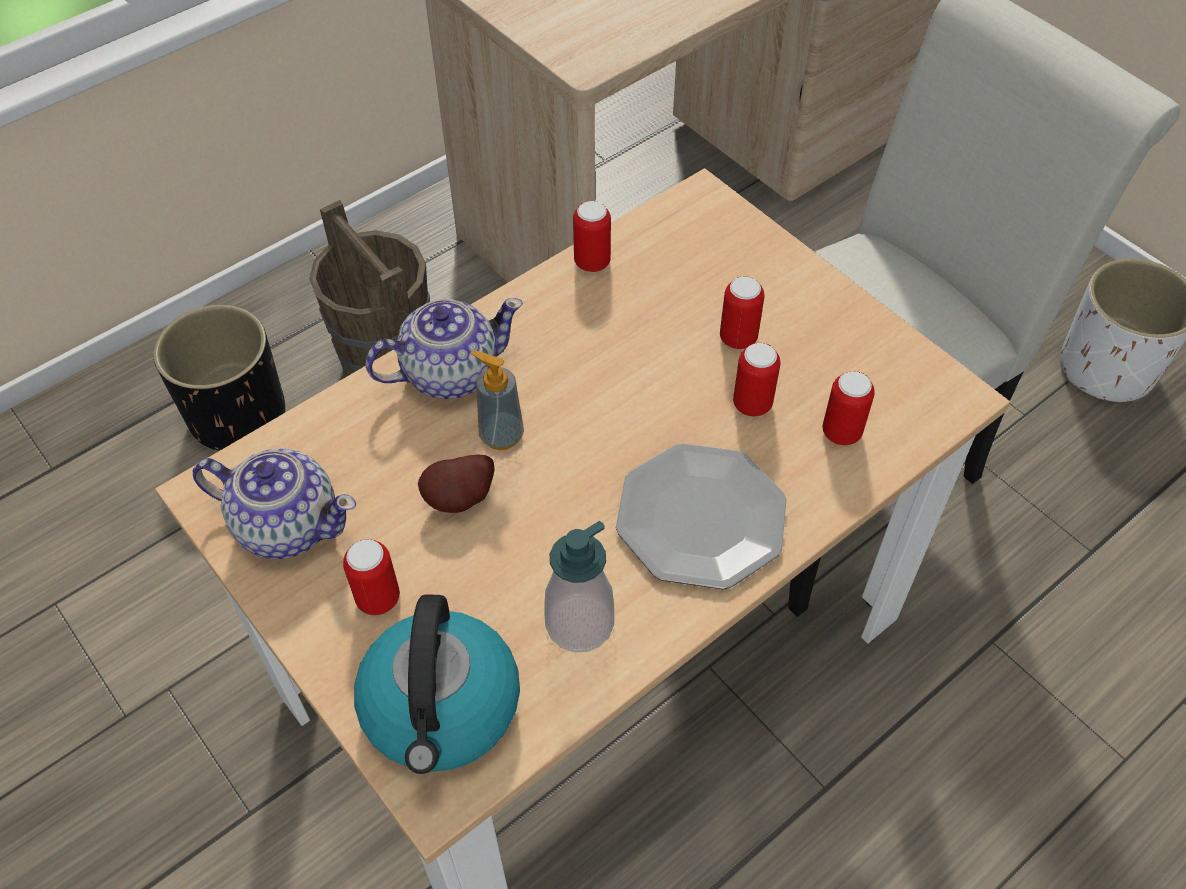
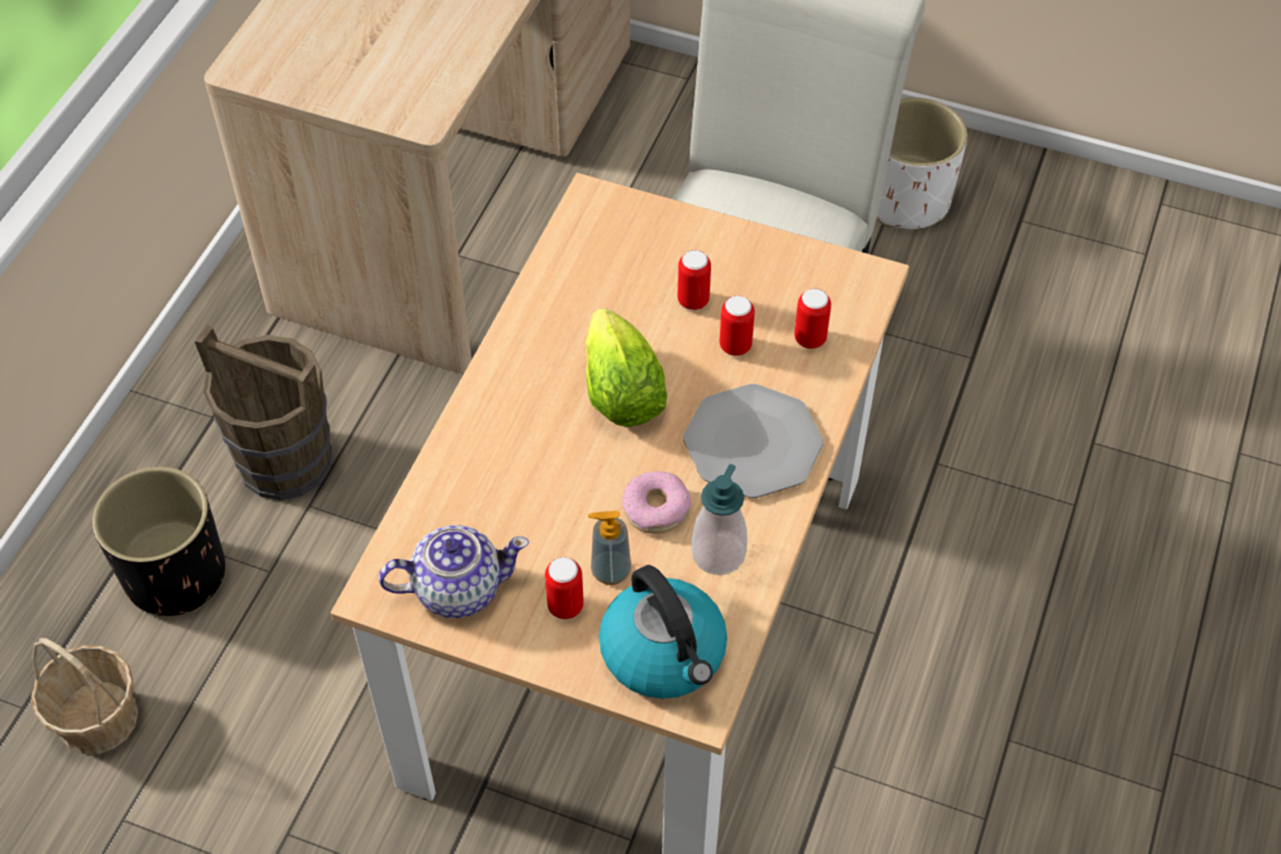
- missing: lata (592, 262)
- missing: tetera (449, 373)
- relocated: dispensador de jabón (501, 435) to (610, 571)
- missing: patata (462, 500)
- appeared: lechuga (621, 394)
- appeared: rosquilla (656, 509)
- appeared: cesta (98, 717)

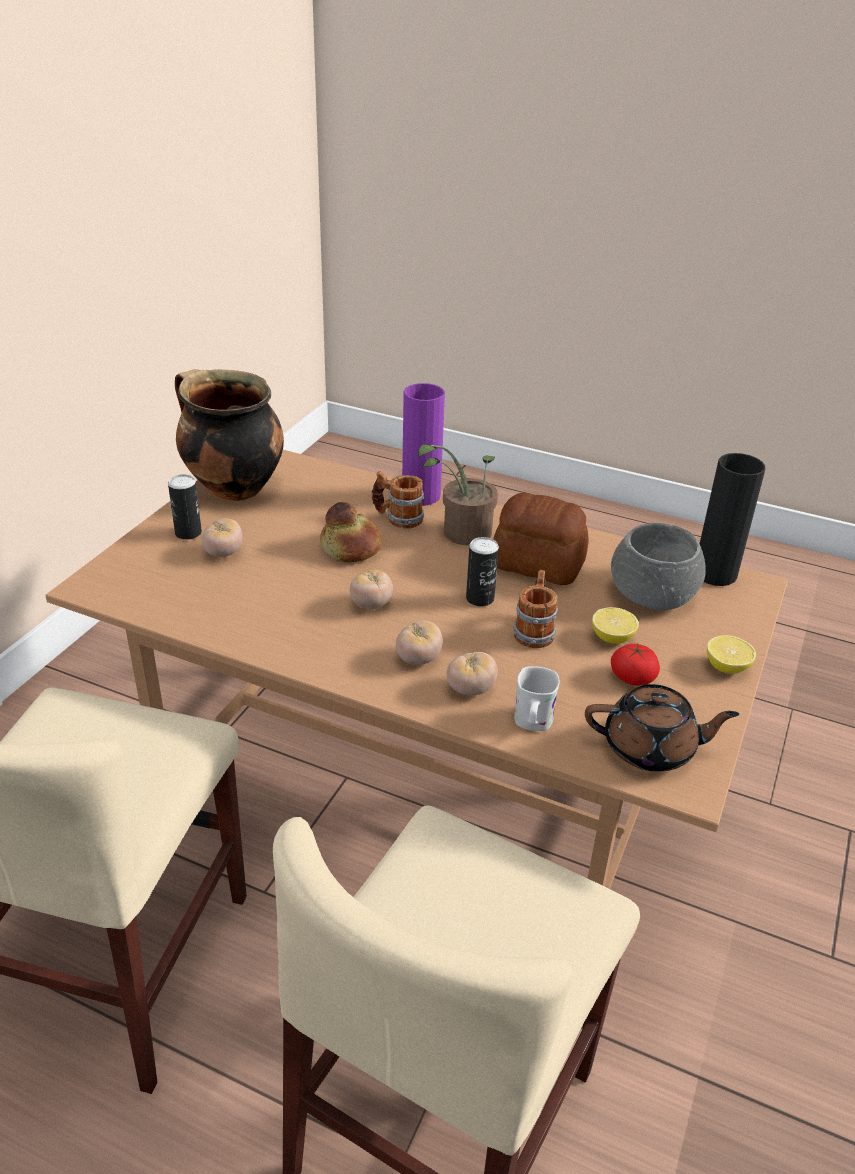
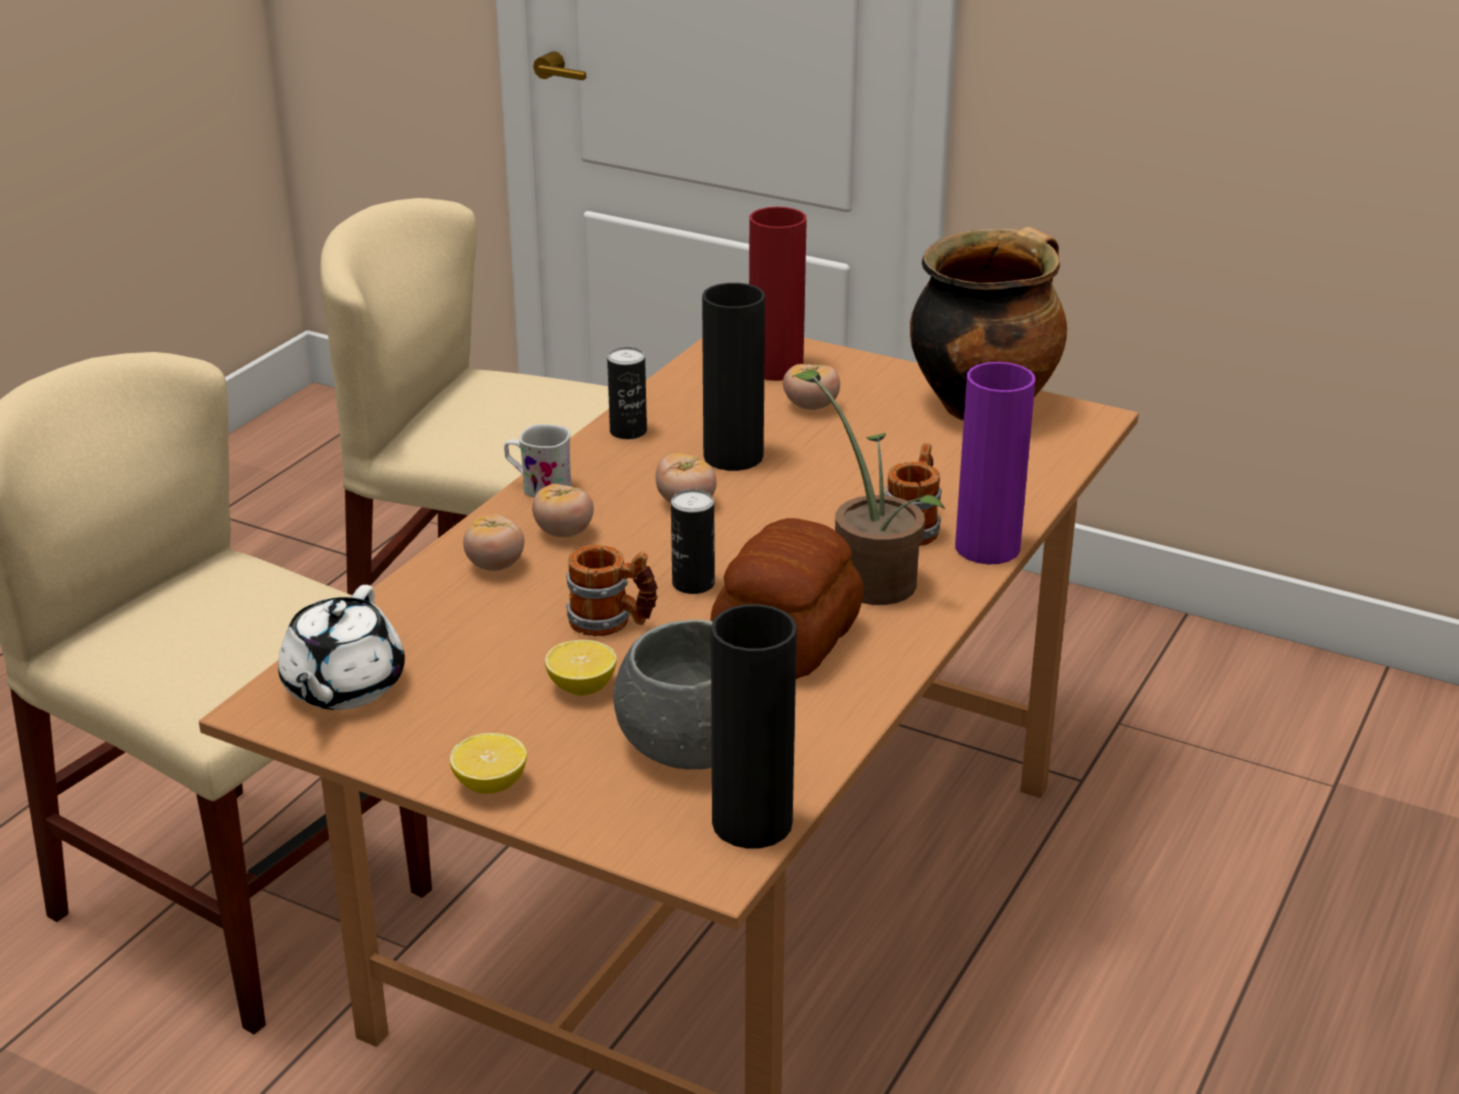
- relocated: lata (188, 533) to (628, 431)
- missing: pan (351, 547)
- missing: tomate (632, 677)
- relocated: taza grande (blanco) (532, 723) to (538, 487)
- colour: tetera (marrón) (651, 748) to tetera (blanco) (342, 687)
- appeared: florero (rojo) (775, 369)
- appeared: florero (negro) (733, 457)

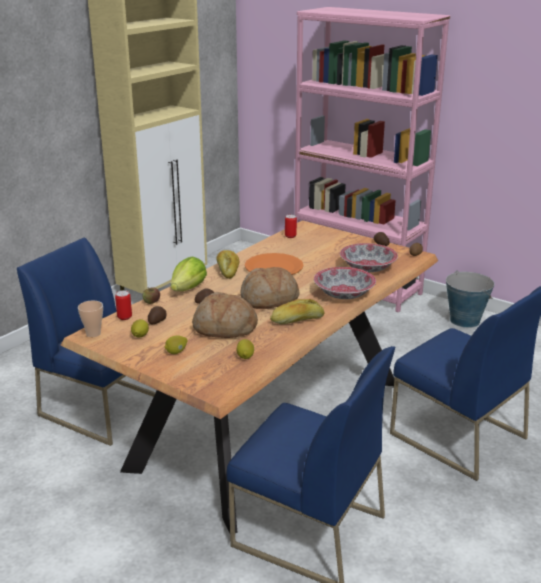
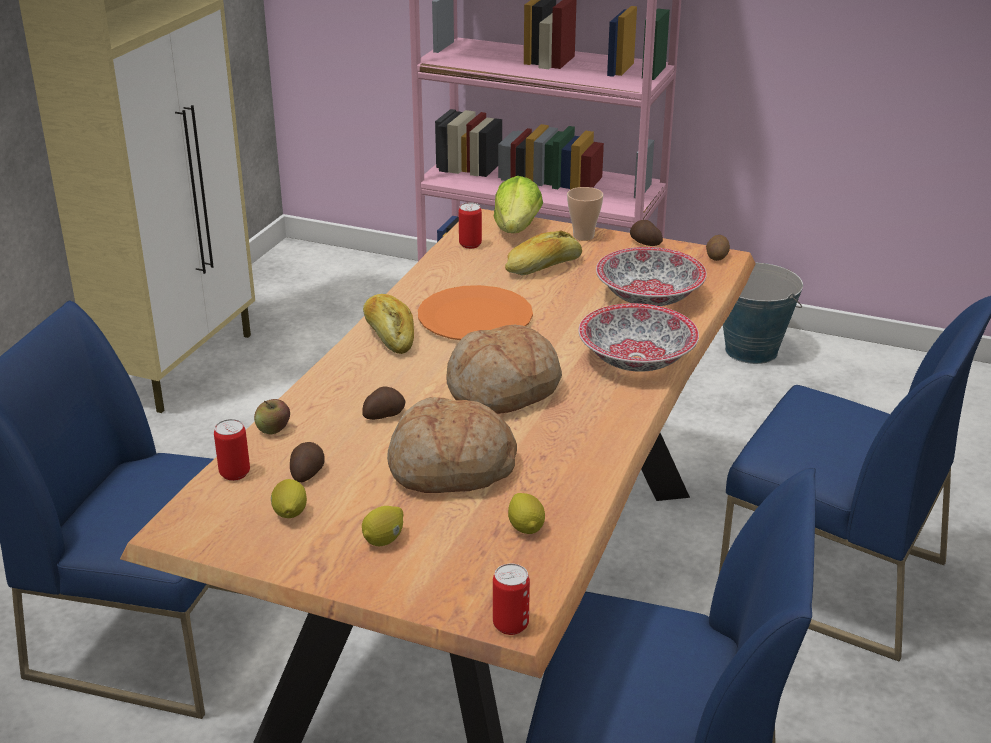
- relocated: lechuga (188, 289) to (516, 229)
- relocated: pan (297, 320) to (543, 267)
- relocated: taza (93, 334) to (583, 236)
- appeared: lata (510, 625)

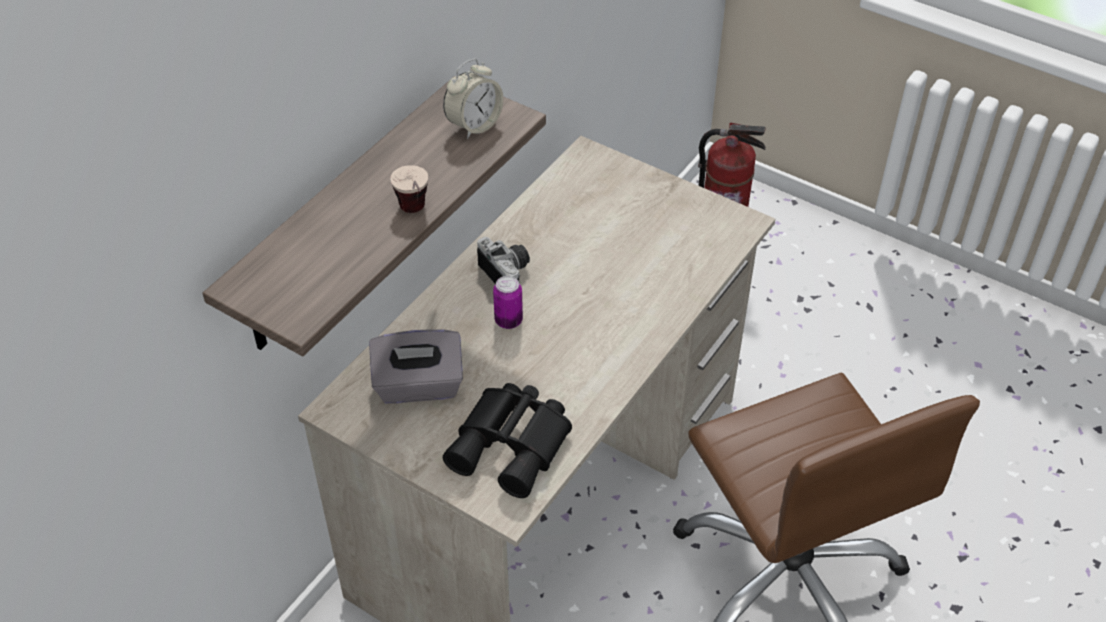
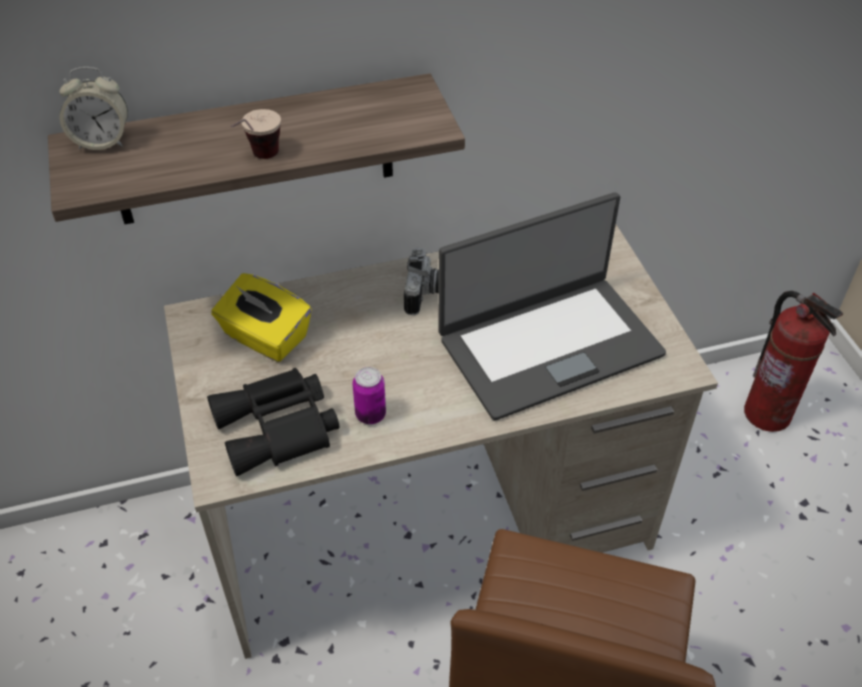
- relocated: despertador (474, 125) to (102, 141)
- relocated: lata (508, 321) to (370, 414)
- colour: caja de pañuelos (gris) (419, 386) to caja de pañuelos (amarillo) (265, 337)
- appeared: portátil (548, 345)

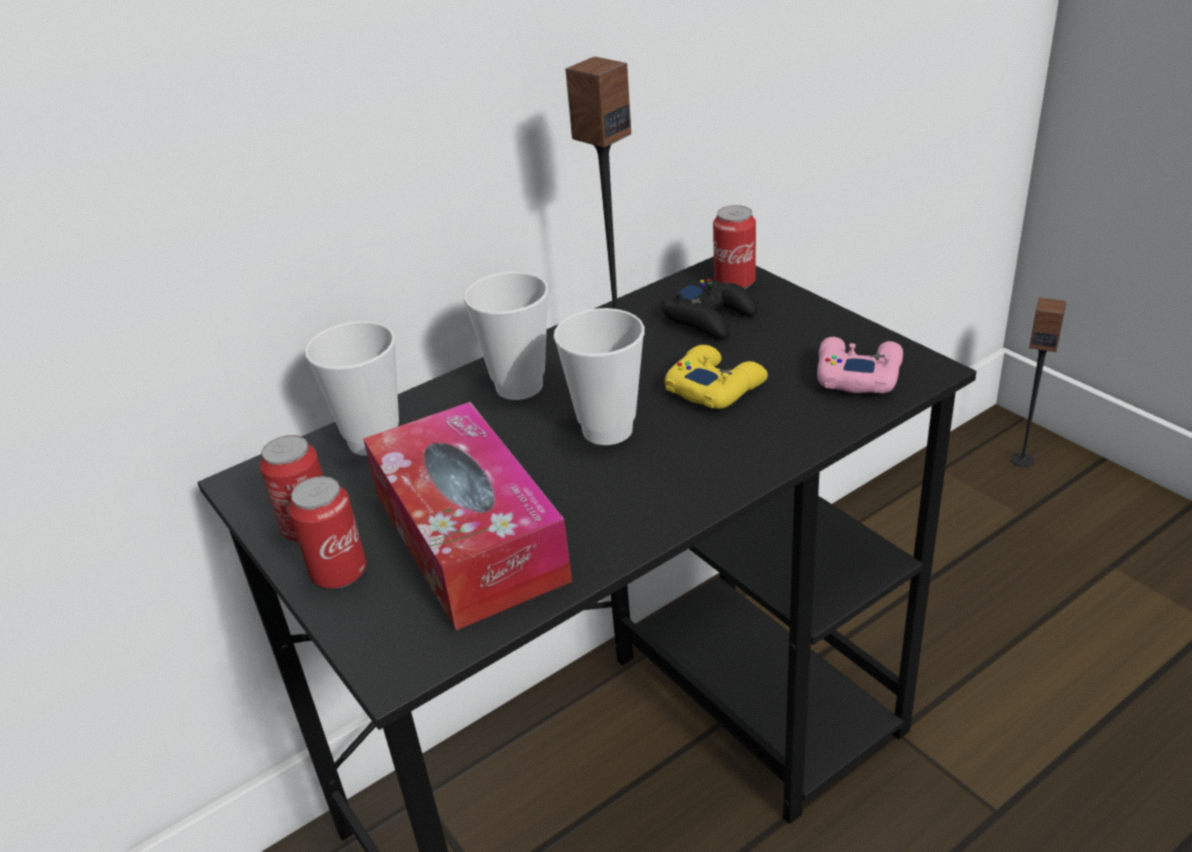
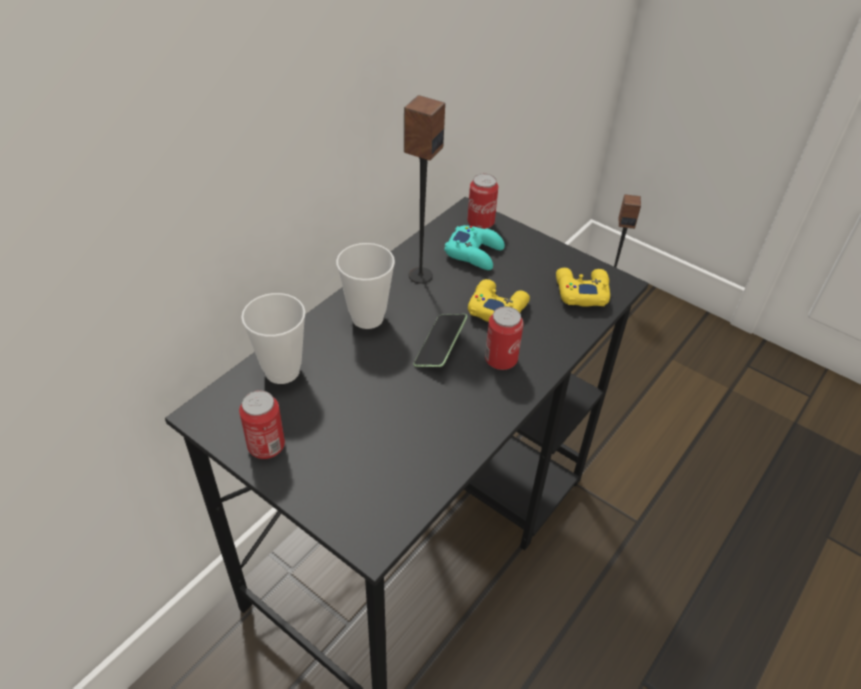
- colour: mando de consola (negro) (710, 318) to mando de consola (turquesa) (475, 253)
- exchanged: taza (607, 430) to móvil (440, 347)
- colour: mando de consola (rosa) (857, 375) to mando de consola (amarillo) (581, 291)
- missing: caja de pañuelos (469, 537)
- relocated: lata (339, 573) to (501, 360)

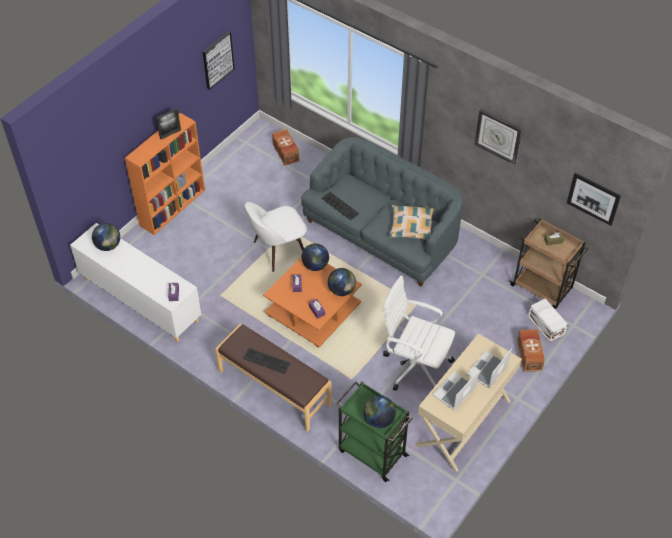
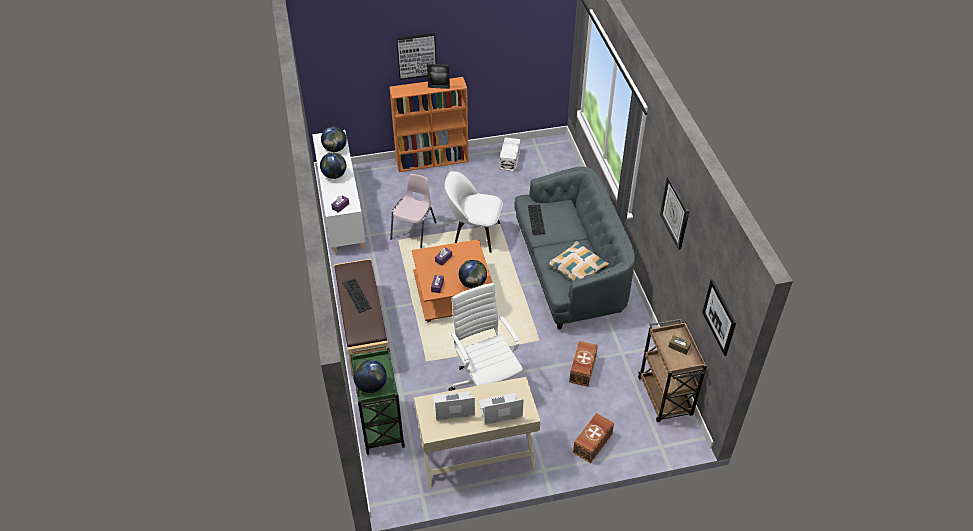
- relocated: cuadro (217, 60) to (416, 55)
- relocated: caja de almacenaje (marrón) (285, 153) to (582, 369)
- relocated: globo terráqueo (315, 265) to (334, 175)
- relocated: caja de almacenaje (blanco) (546, 324) to (510, 160)
- appeared: silla (rosa) (414, 230)

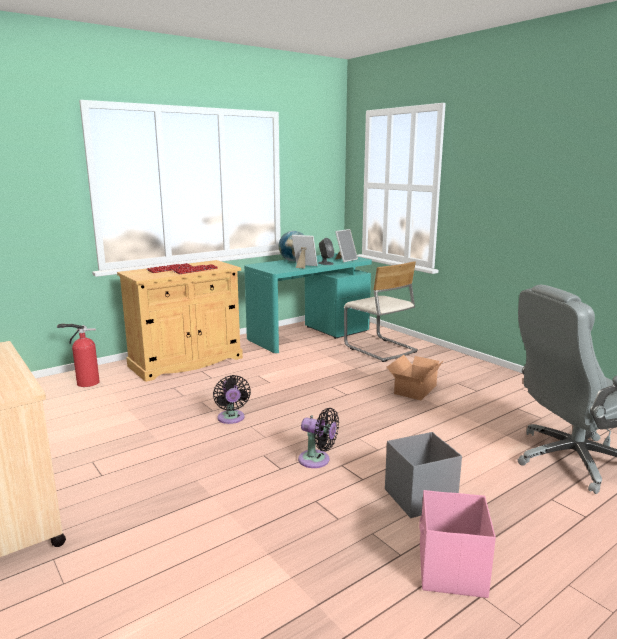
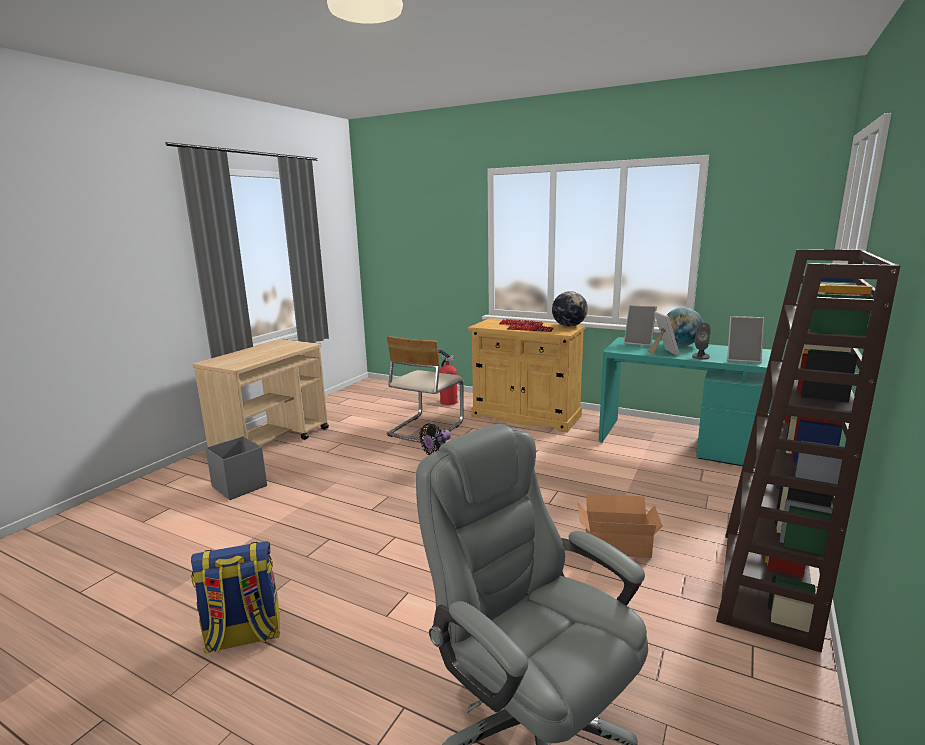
- relocated: silla (beis) (380, 349) to (425, 429)
- missing: ventilador (negro) (317, 460)
- relocated: caja de almacenaje (gris) (419, 498) to (239, 486)
- exchanged: caja de almacenaje (rosa) (451, 571) to mochila (243, 636)
- appeared: estantería (marrón) (768, 586)
- appeared: globo terráqueo (568, 326)
- appeared: portarretratos (639, 343)

